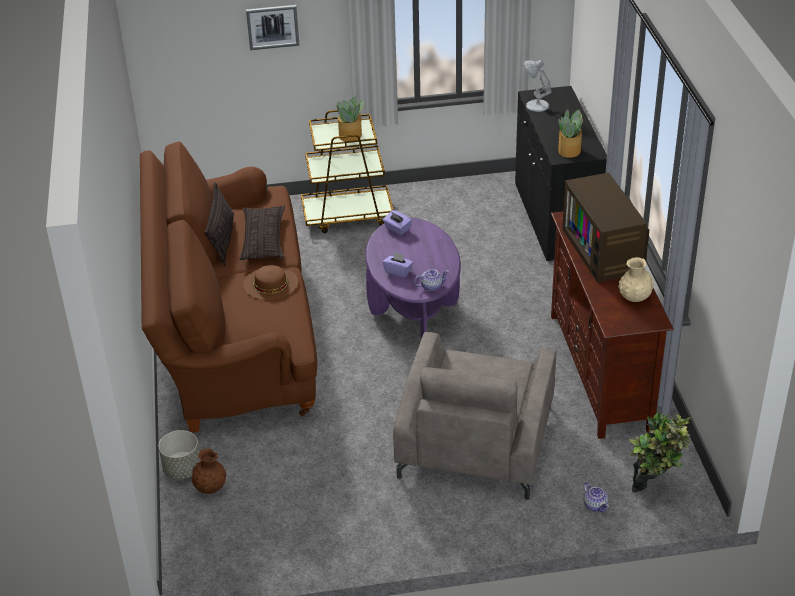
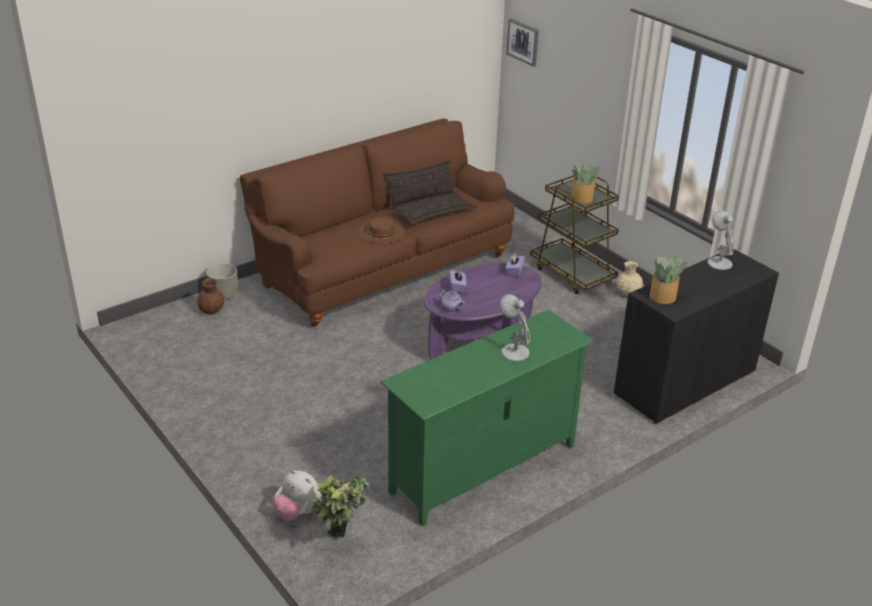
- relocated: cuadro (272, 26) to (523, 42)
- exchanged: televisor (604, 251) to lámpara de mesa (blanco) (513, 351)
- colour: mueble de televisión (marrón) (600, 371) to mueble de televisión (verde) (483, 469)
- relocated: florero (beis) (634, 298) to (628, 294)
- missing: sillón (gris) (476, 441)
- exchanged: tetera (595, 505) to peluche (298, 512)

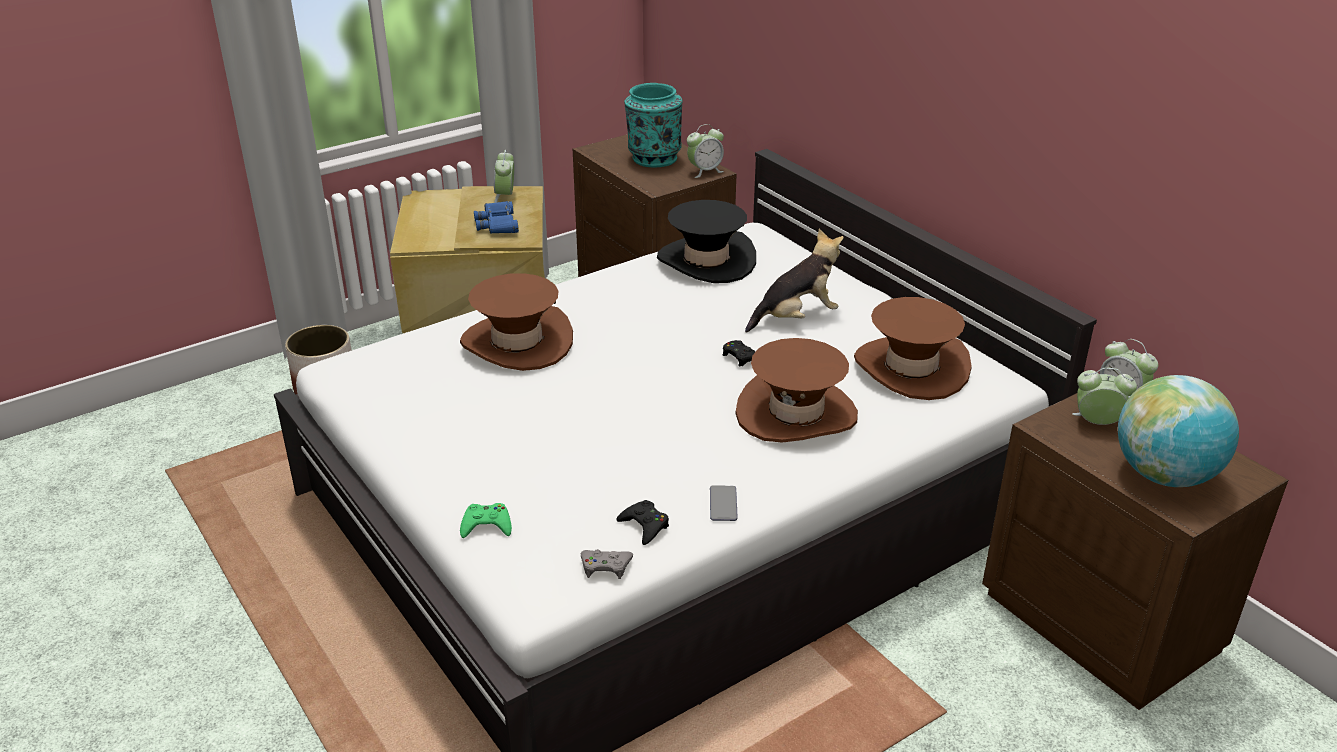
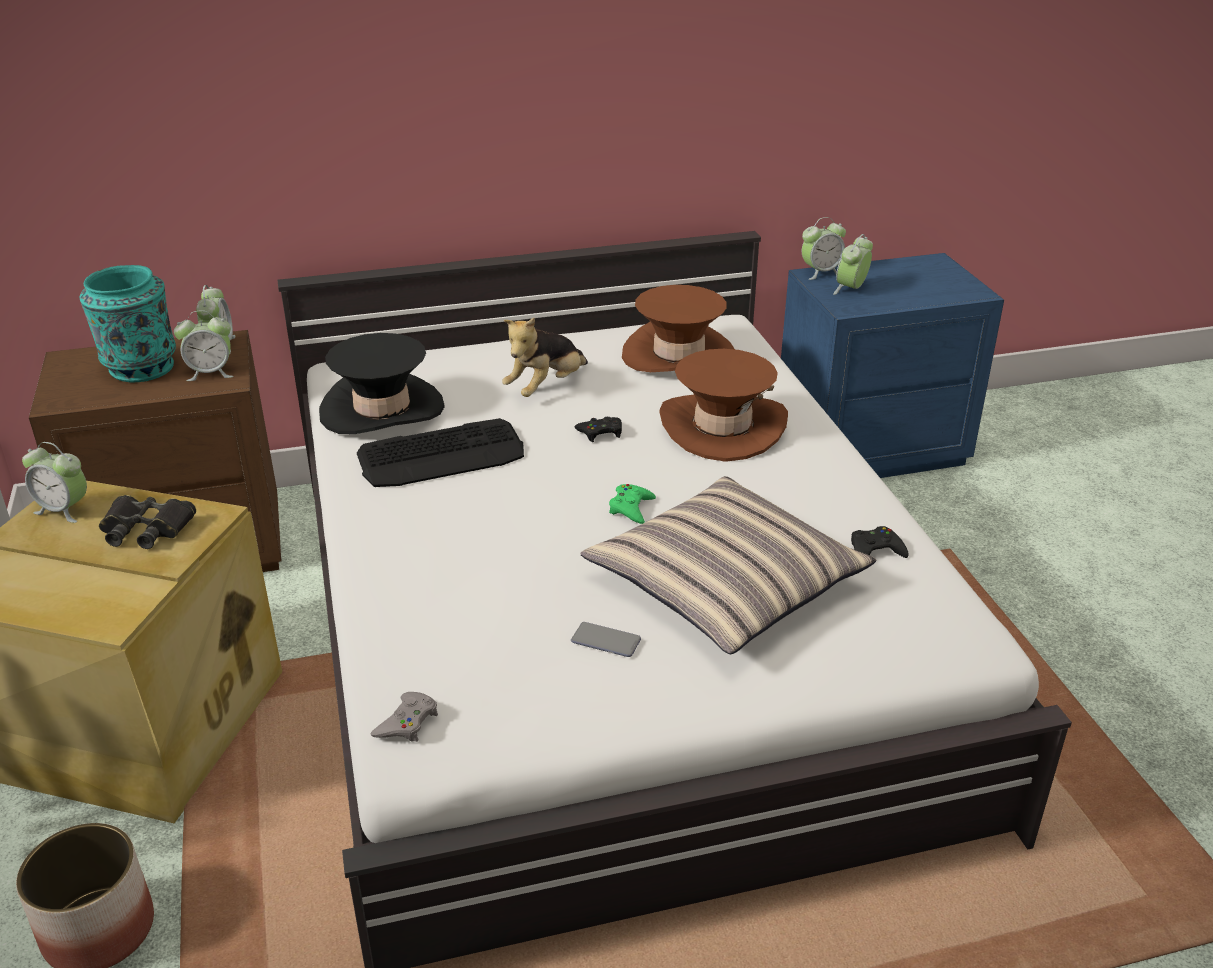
- colour: prismáticos (azul) (498, 224) to prismáticos (negro) (146, 529)
- spun: peluche (796, 317) = (546, 387) 135 degrees counterclockwise
- missing: sombrero (marrón) (517, 343)
- missing: globo terráqueo (1165, 475)
- colour: mesita de noche (marrón) (1102, 622) to mesita de noche (azul) (869, 448)
- relocated: móvil (723, 504) to (606, 641)
- relocated: mando de consola (verde) (486, 525) to (631, 508)
- relocated: mando de consola (gris) (605, 566) to (407, 723)
- appeared: despertador (210, 373)
- appeared: teclado (442, 455)
- appeared: cojín (726, 583)

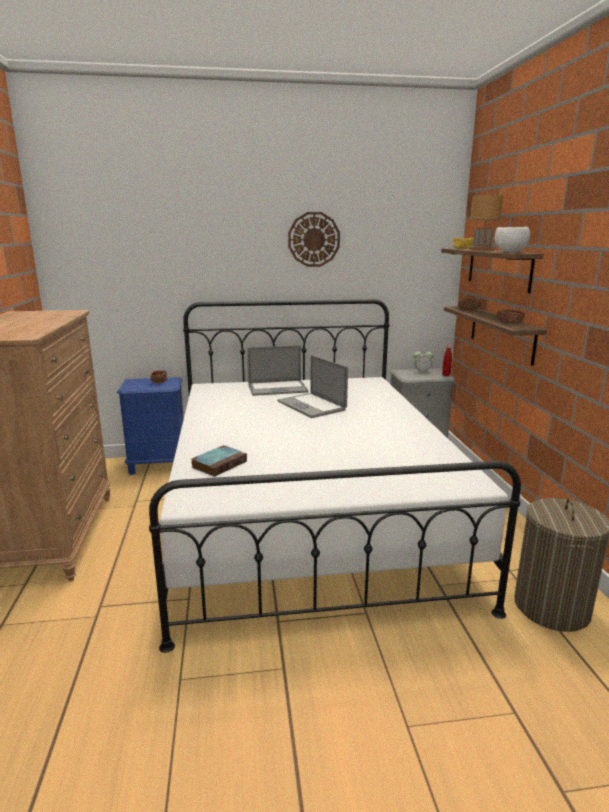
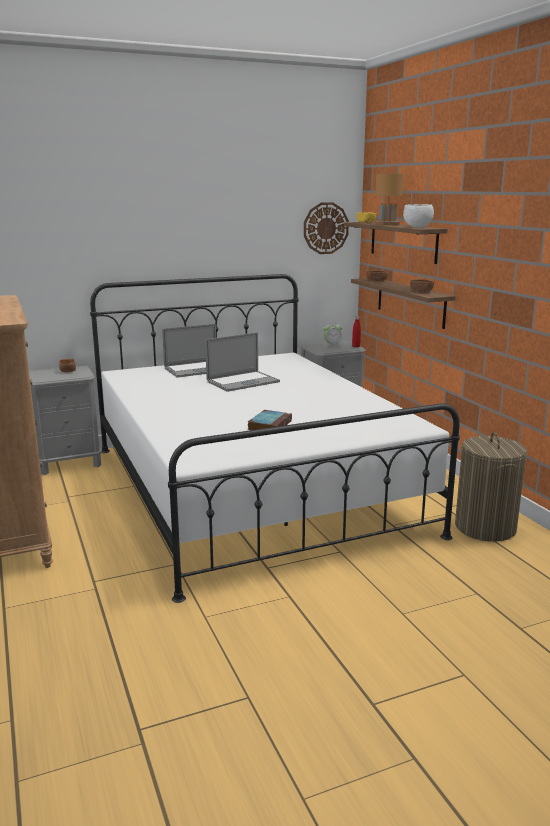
- relocated: reloj de pared (314, 239) to (325, 228)
- spun: portátil (311, 406) = (243, 382) 75 degrees counterclockwise
- colour: mesita de noche (azul) (158, 465) to mesita de noche (gris) (69, 463)
- relocated: libro (220, 464) to (270, 425)

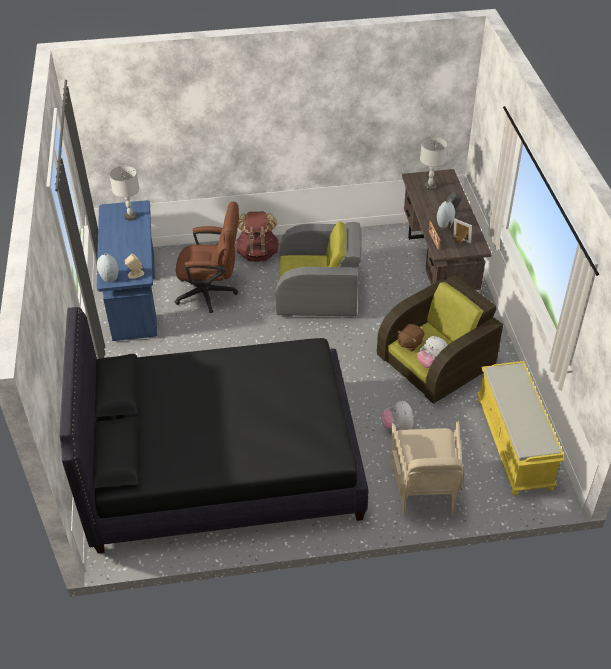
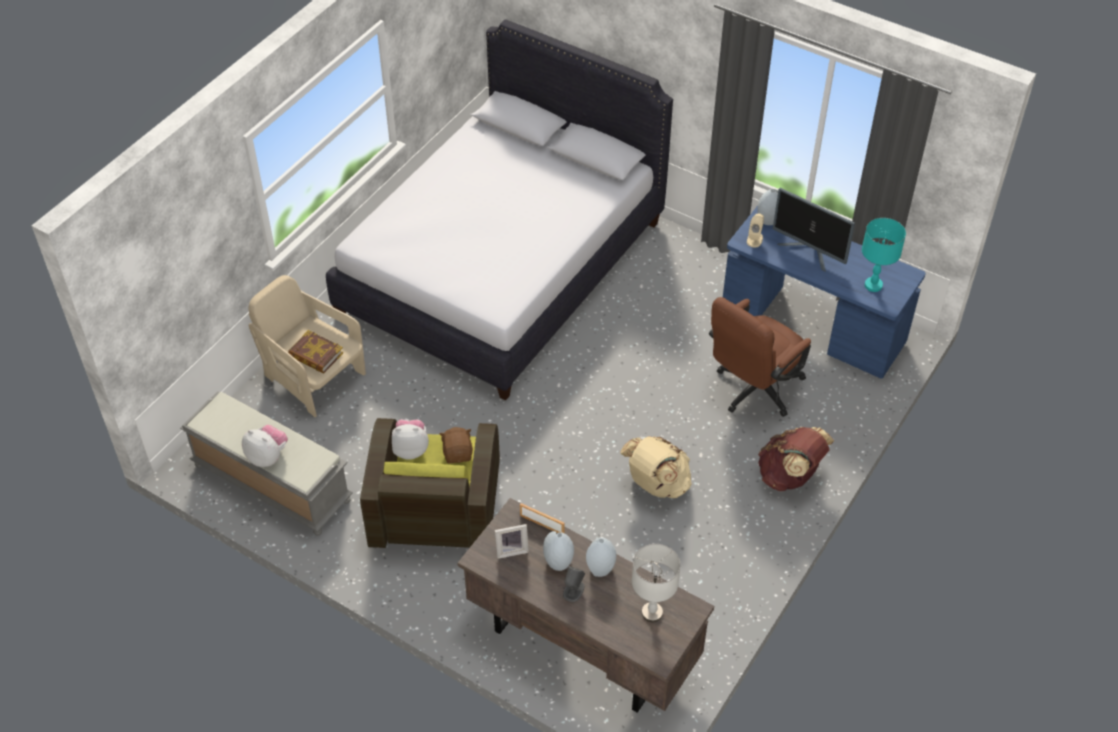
- colour: lámpara de mesa (gris) (130, 216) to lámpara de mesa (turquesa) (873, 285)
- exchanged: sillón (gris) (318, 293) to mochila (beis) (656, 484)
- colour: cama (negro) (223, 462) to cama (blanco) (501, 267)
- colour: banco (amarillo) (514, 443) to banco (gris) (270, 483)
- relocated: peluche (397, 427) to (268, 457)
- appeared: monitor (809, 252)
- appeared: libro (315, 355)
- appeared: florero (gris) (600, 568)

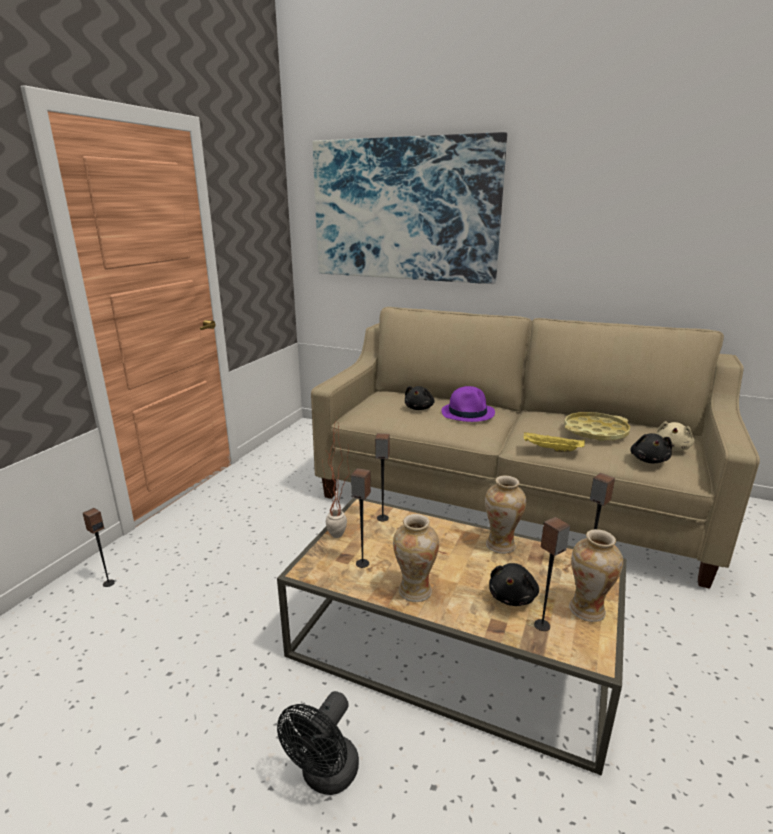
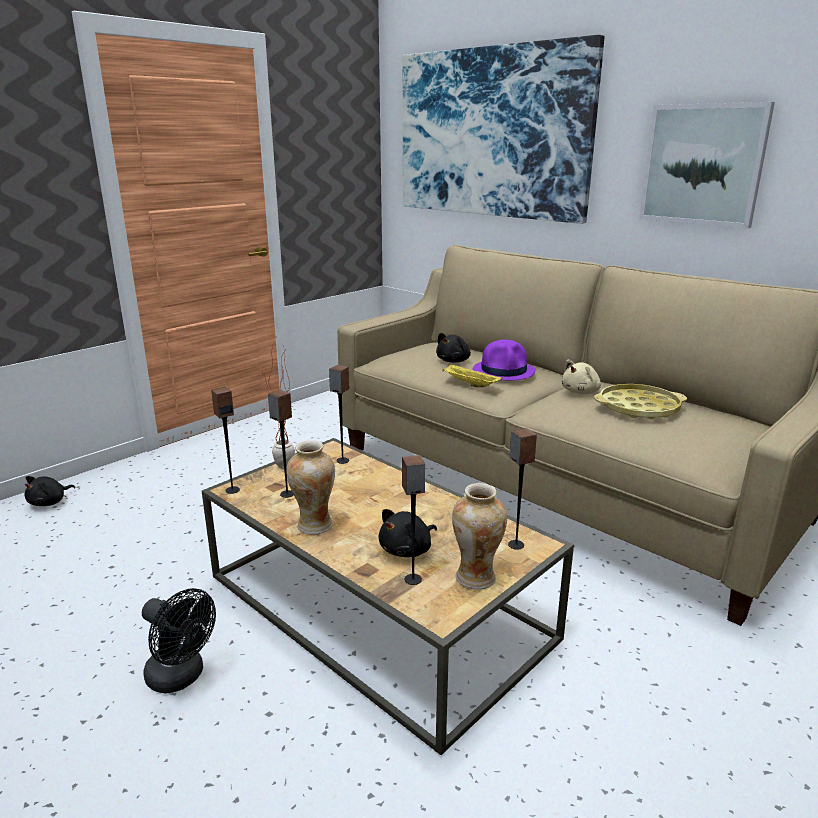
- relocated: peluche (beis) (672, 448) to (581, 392)
- relocated: bandeja (amarillo) (551, 450) to (469, 384)
- relocated: peluche (negro) (649, 460) to (50, 502)
- missing: florero (500, 545)
- relocated: altavoz (108, 583) to (232, 490)
- spun: ventilador (negro) (325, 776) = (181, 677) 105 degrees counterclockwise
- appeared: cuadro (703, 165)

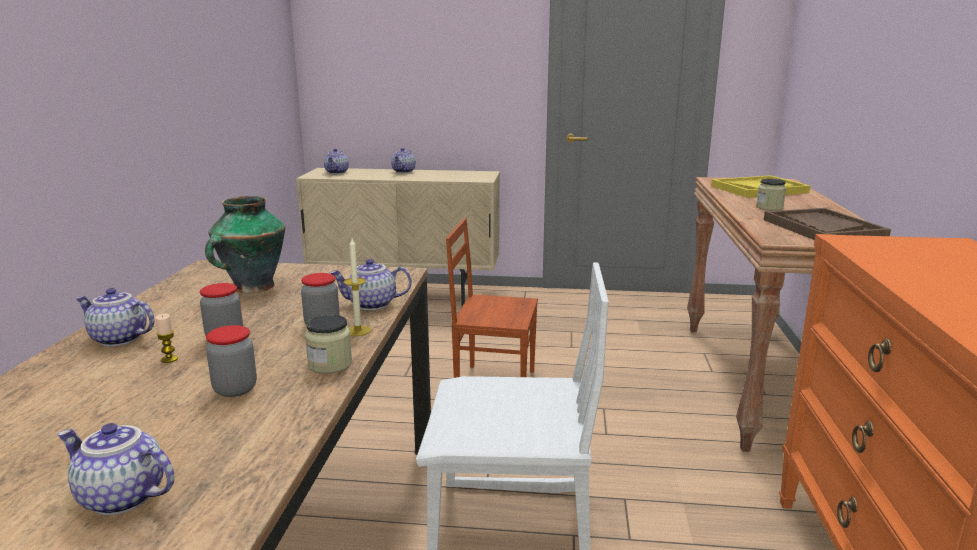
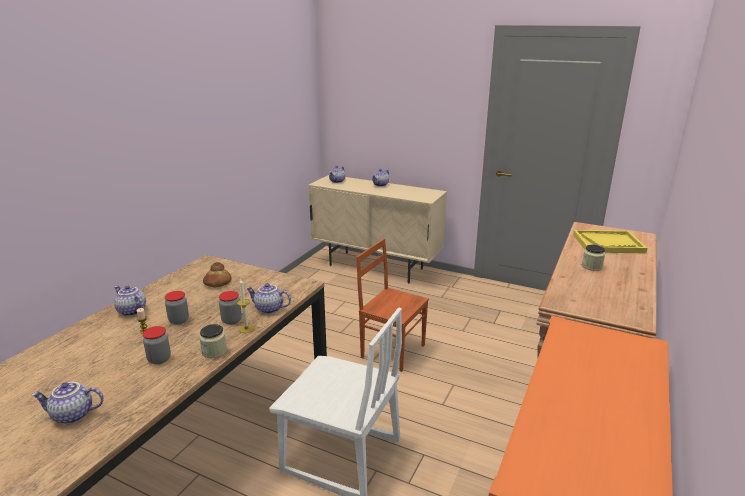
- exchanged: florero (252, 287) to pan (217, 283)
- missing: bandeja (marrón) (822, 228)
- spun: tetera (120, 498) = (72, 415) 45 degrees counterclockwise

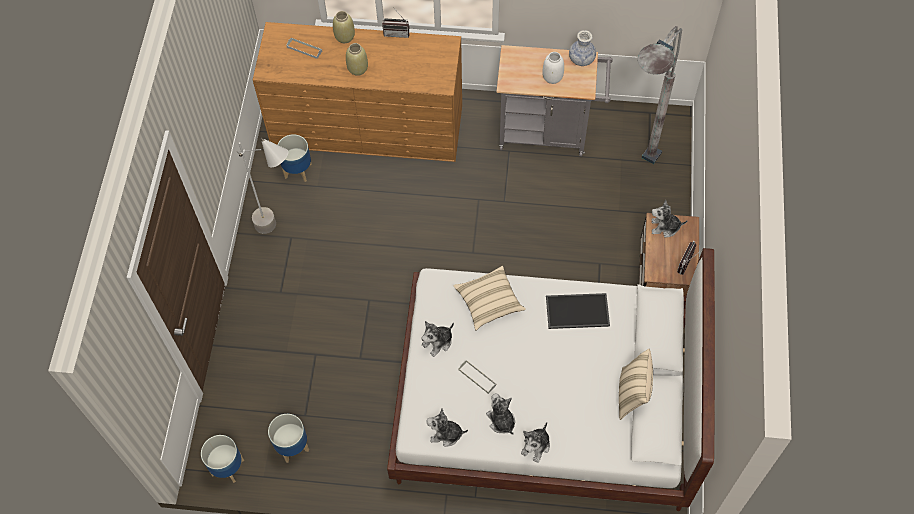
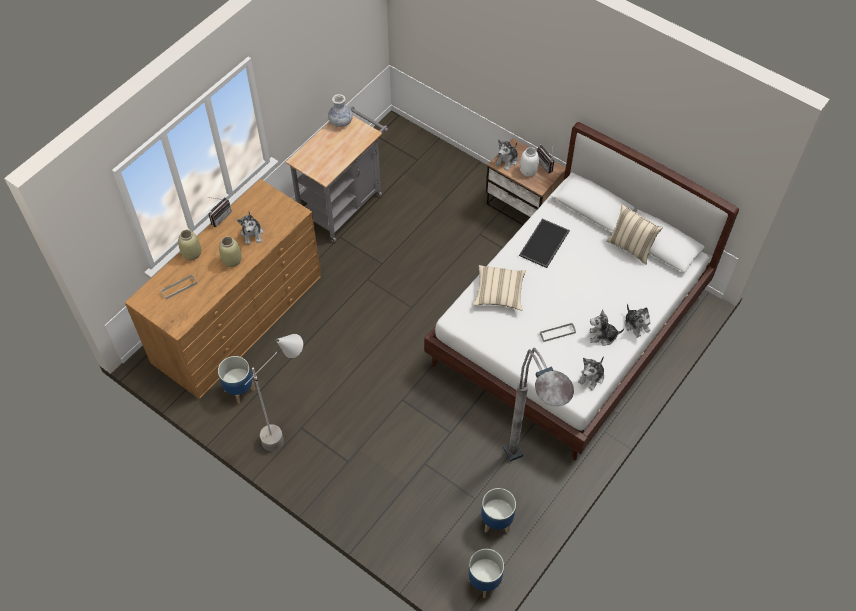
- relocated: lámpara de pie (gris) (634, 177) to (527, 480)
- relocated: florero (blanco) (552, 77) to (528, 170)
- relocated: peluche (438, 342) to (252, 234)

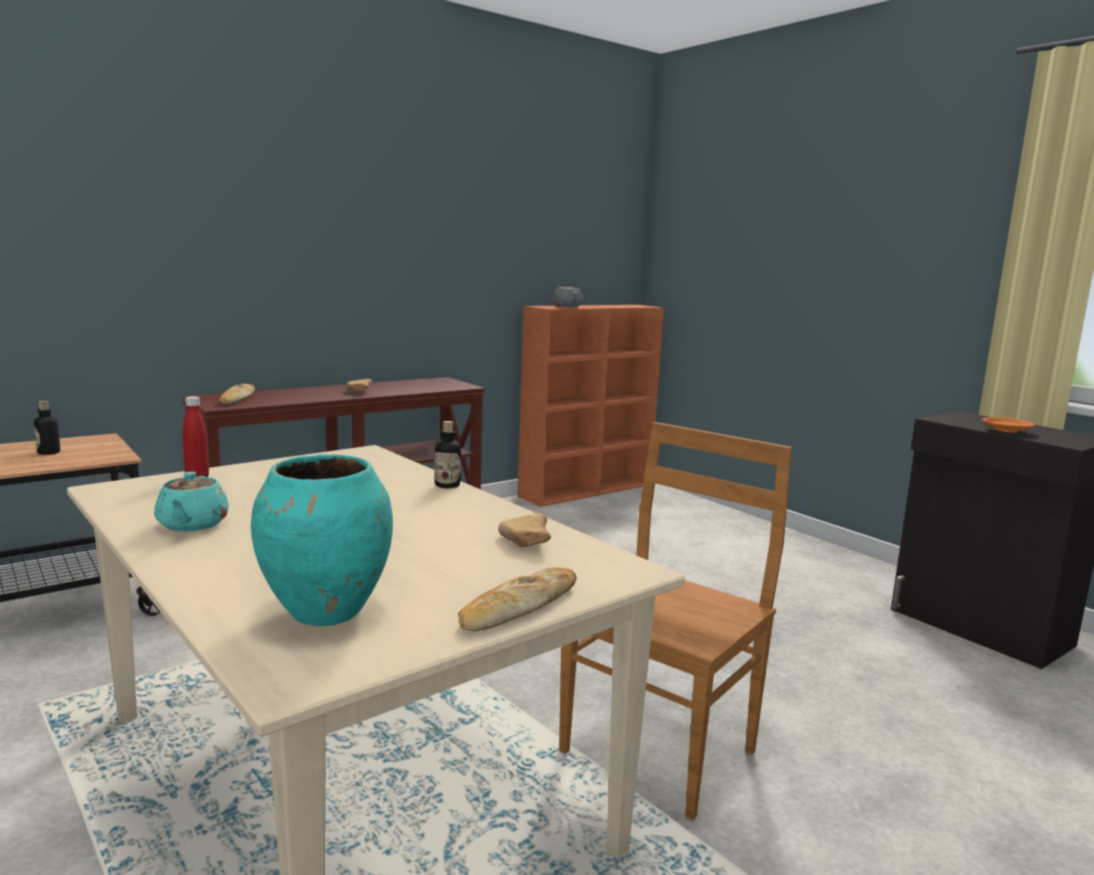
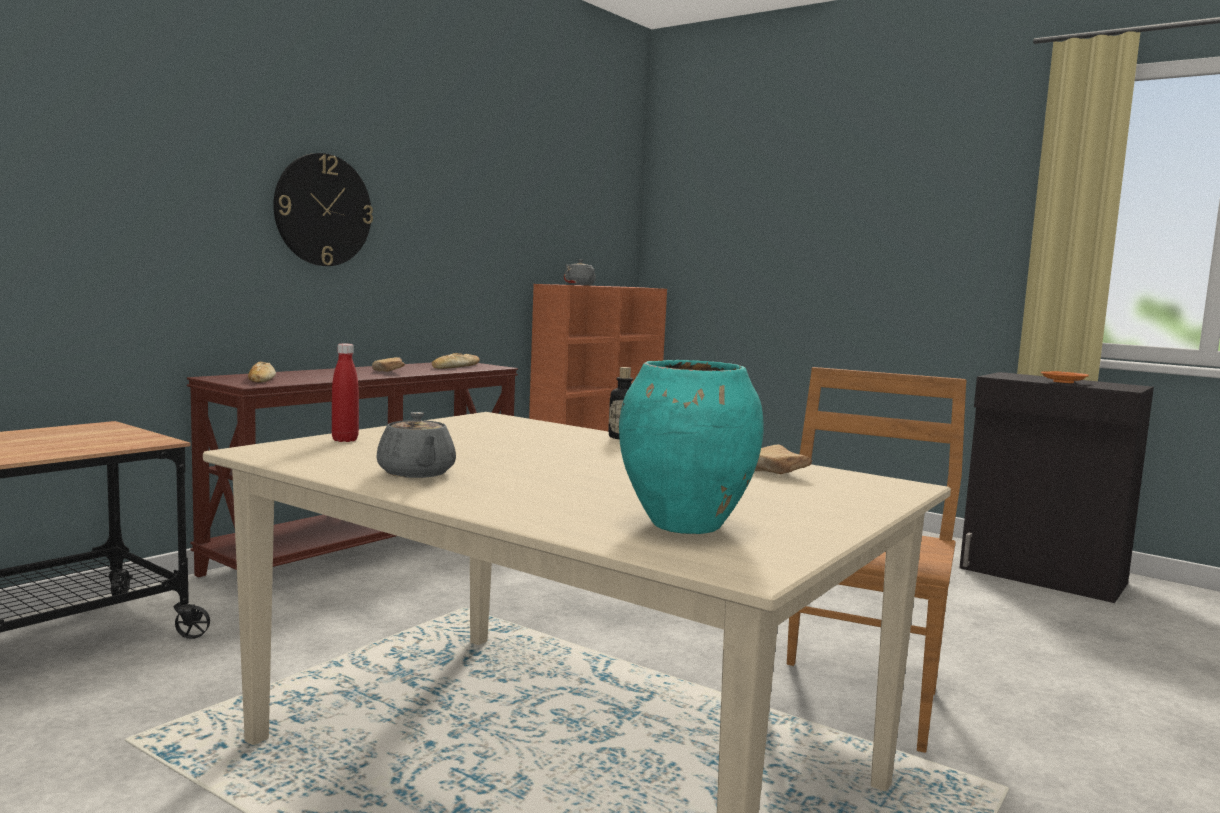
- missing: botella (48, 452)
- colour: tetera (turquesa) (192, 525) to tetera (gris) (416, 473)
- relocated: pan (519, 607) to (455, 367)
- appeared: reloj de pared (323, 210)

